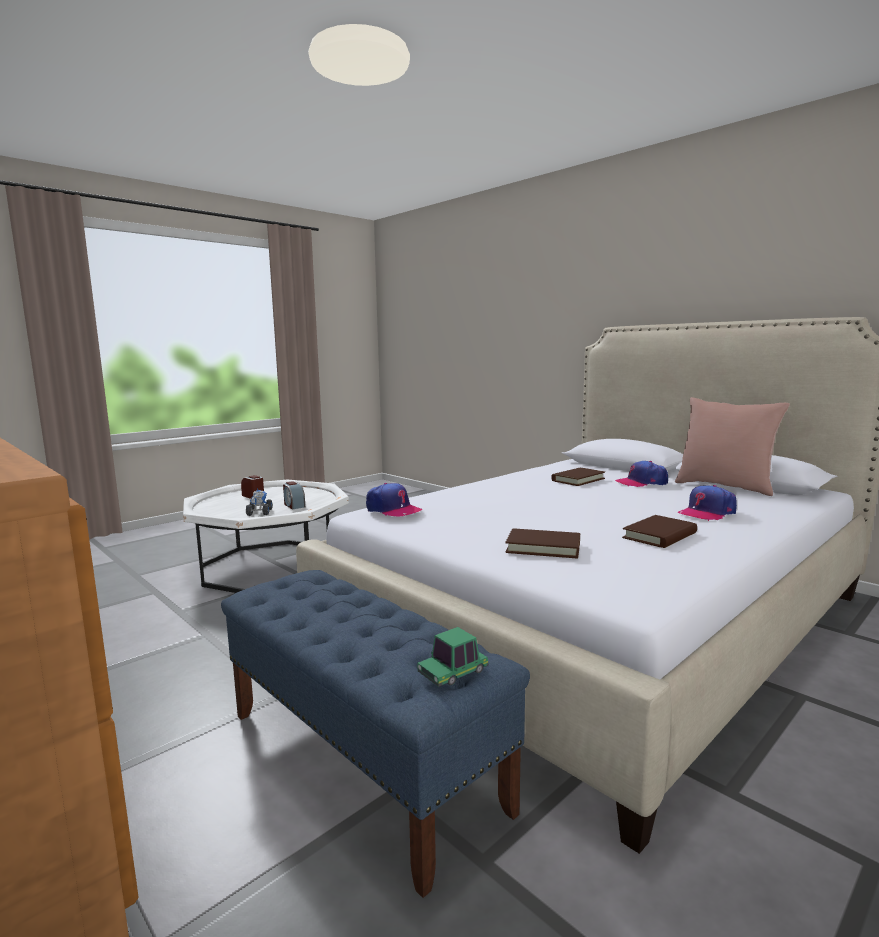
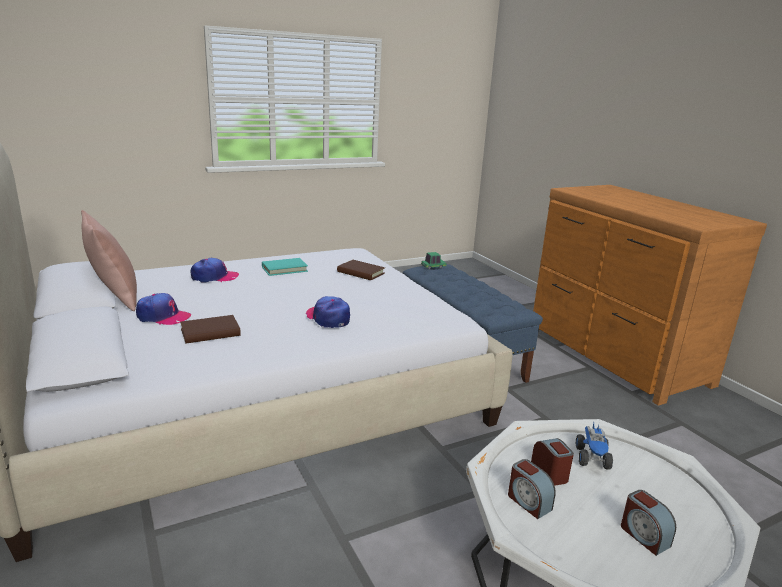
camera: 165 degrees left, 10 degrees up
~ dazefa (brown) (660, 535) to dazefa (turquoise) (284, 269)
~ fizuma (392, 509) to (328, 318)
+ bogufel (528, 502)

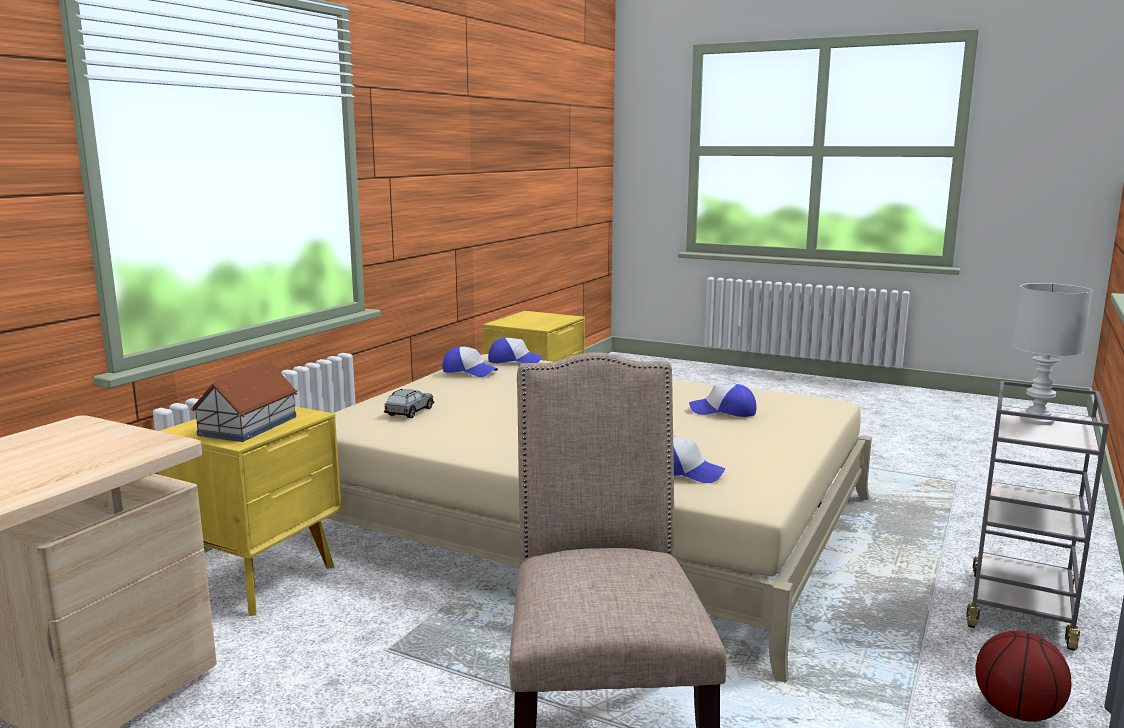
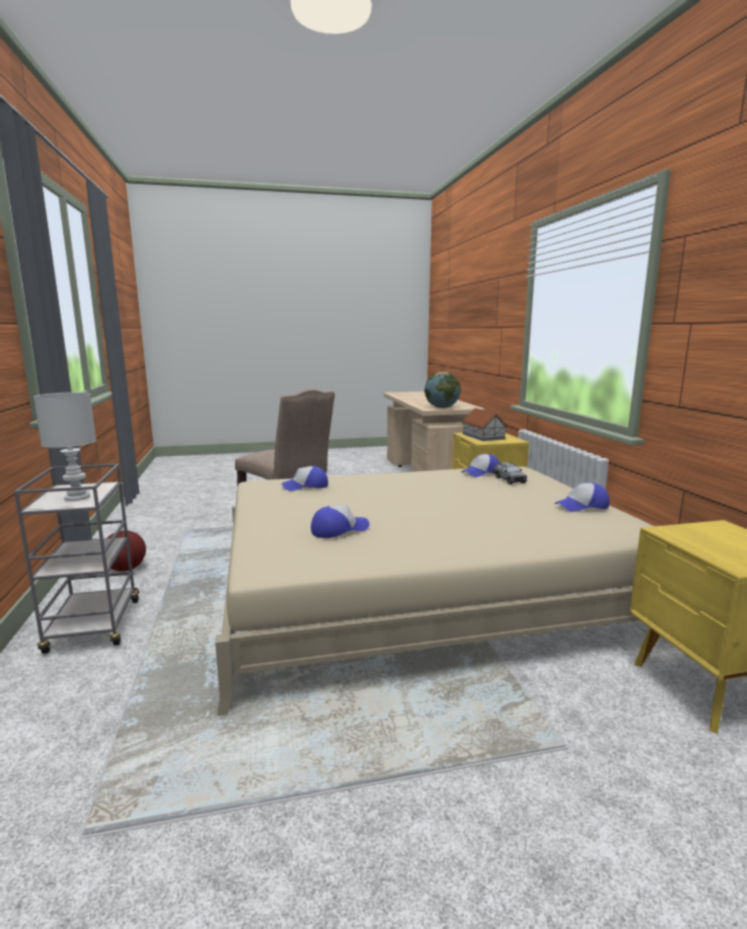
camera: 140 degrees right, 0 degrees up
+ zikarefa (442, 407)
~ fizuma (514, 361) to (481, 472)

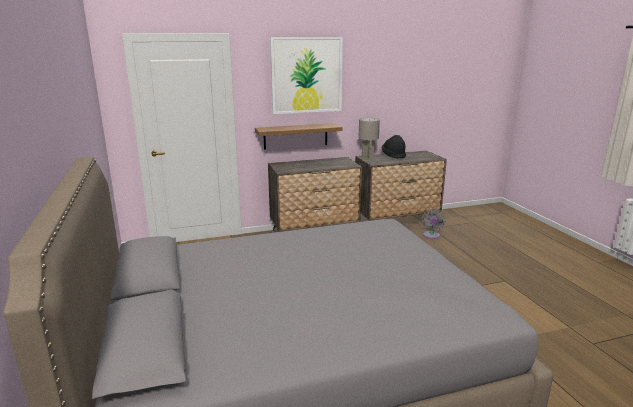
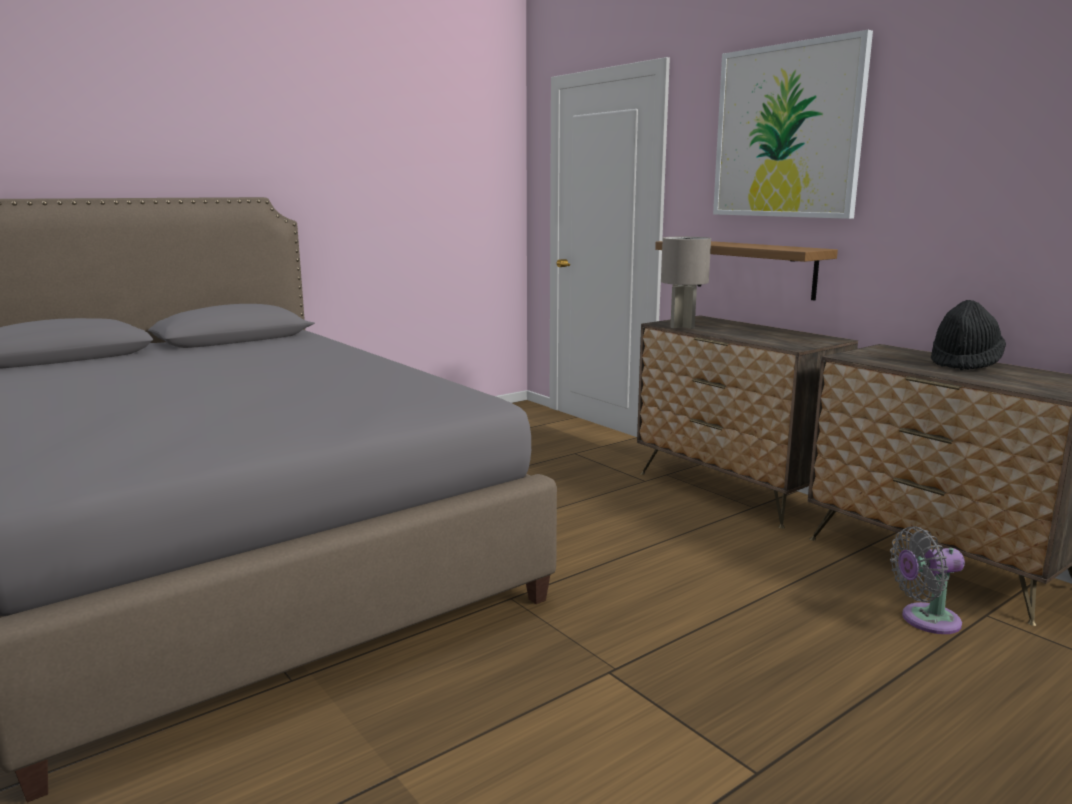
camera: 70 degrees right, 5 degrees down
~ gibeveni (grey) (368, 157) to (682, 326)

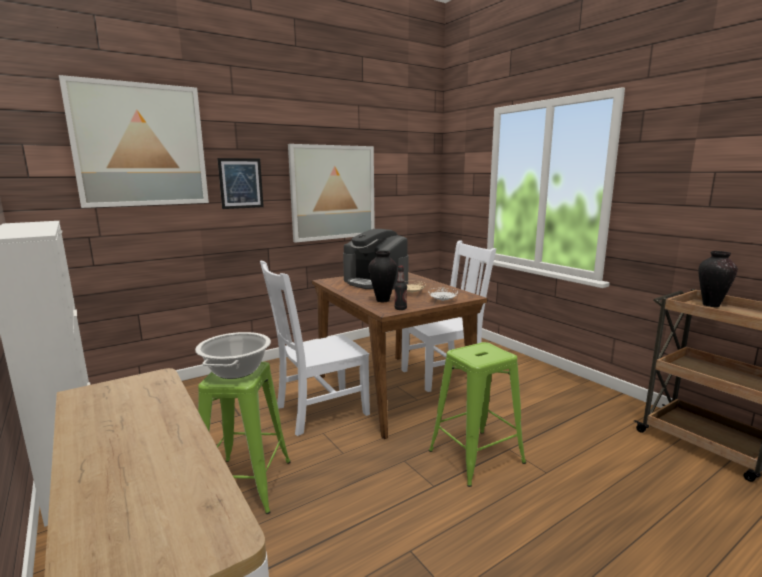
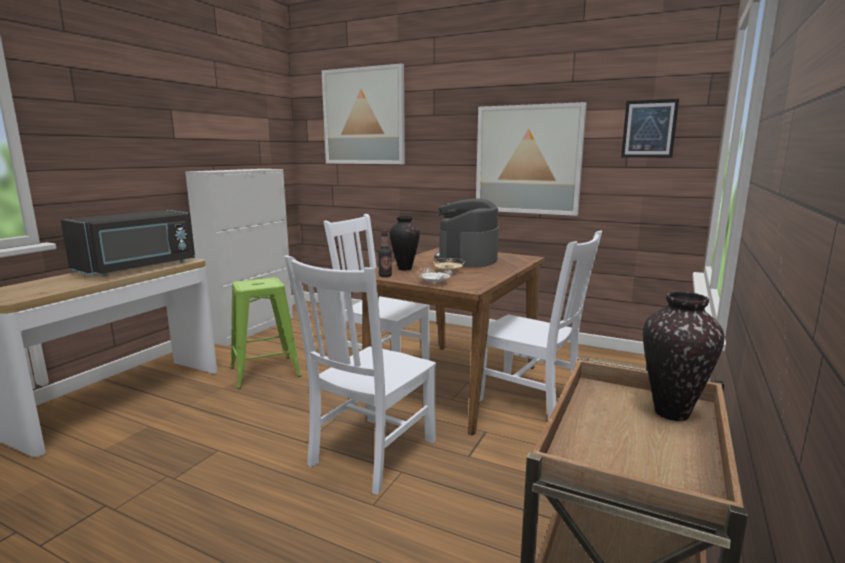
camera: 60 degrees right, 0 degrees up
+ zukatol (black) (139, 267)
~ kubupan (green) (477, 456) to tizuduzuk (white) (370, 454)
~ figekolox (241, 183) to (649, 129)
- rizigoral (236, 371)

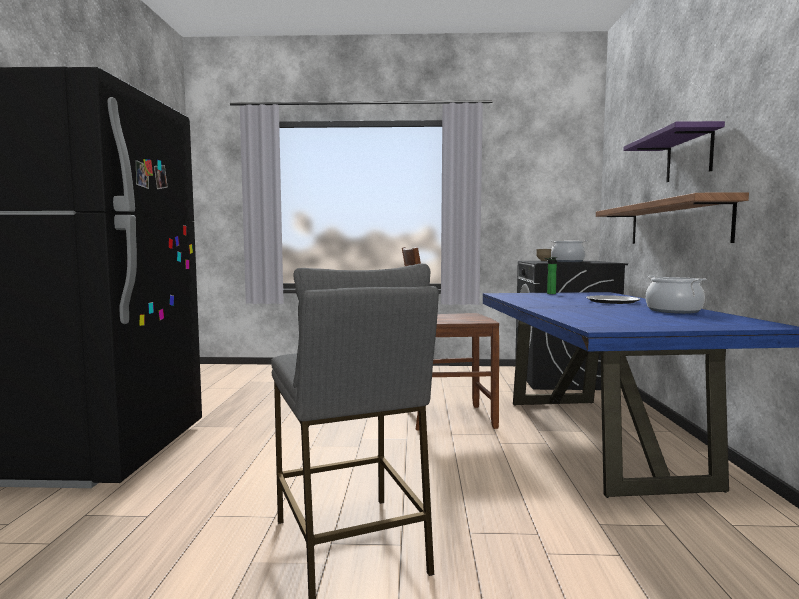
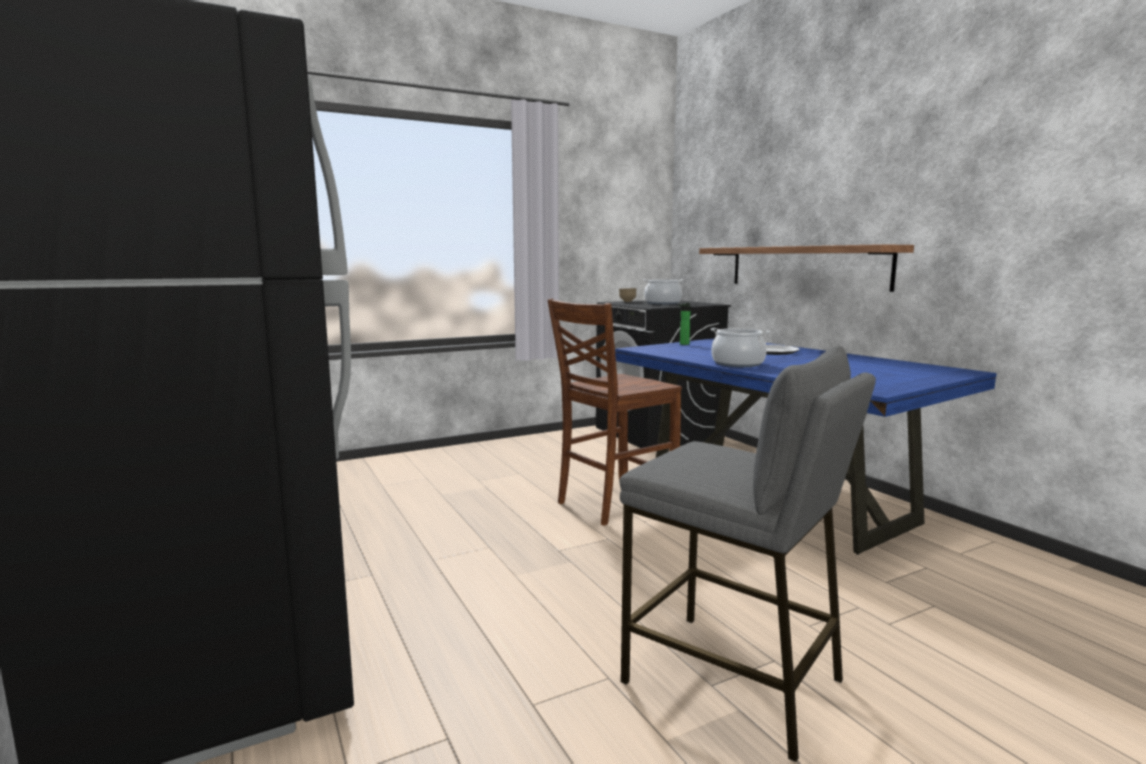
camera: 30 degrees left, 5 degrees up
~ rizigoral (673, 311) to (738, 364)
- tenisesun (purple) (689, 156)

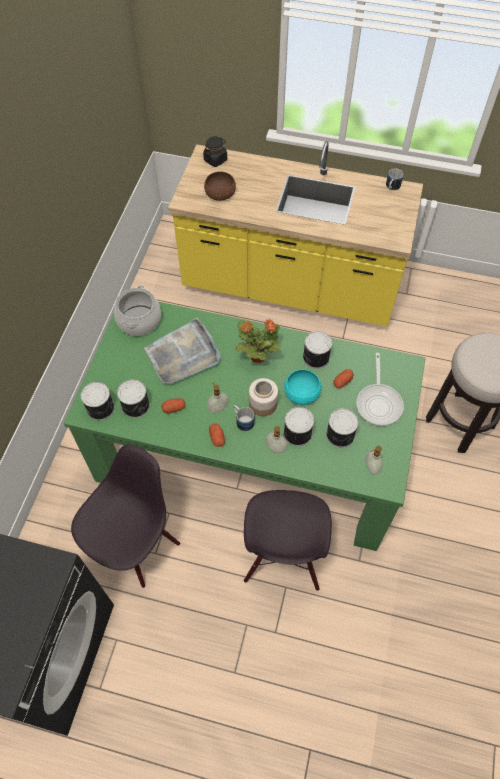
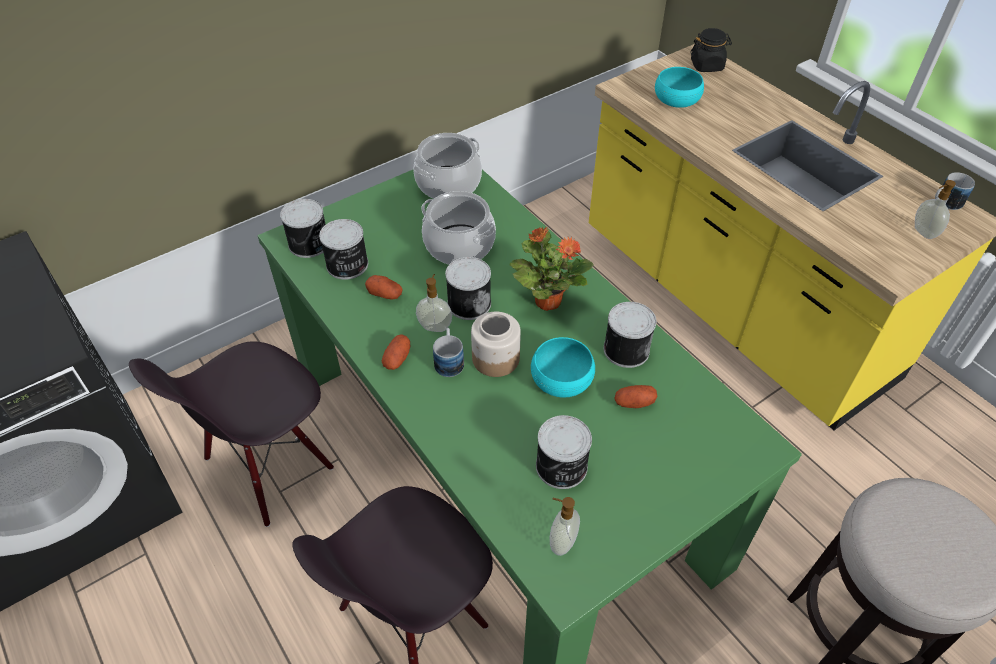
camera: 40 degrees right, 10 degrees down
~ tizuduzuk (black) (135, 545) = (269, 466) 150 degrees clockwise
~ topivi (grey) (183, 354) to rizigoral (459, 245)
~ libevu (296, 433) to (468, 303)
~ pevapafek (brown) (220, 193) to pevapafek (turquoise) (676, 99)
~ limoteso (275, 449) to (923, 232)
- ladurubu (379, 403)

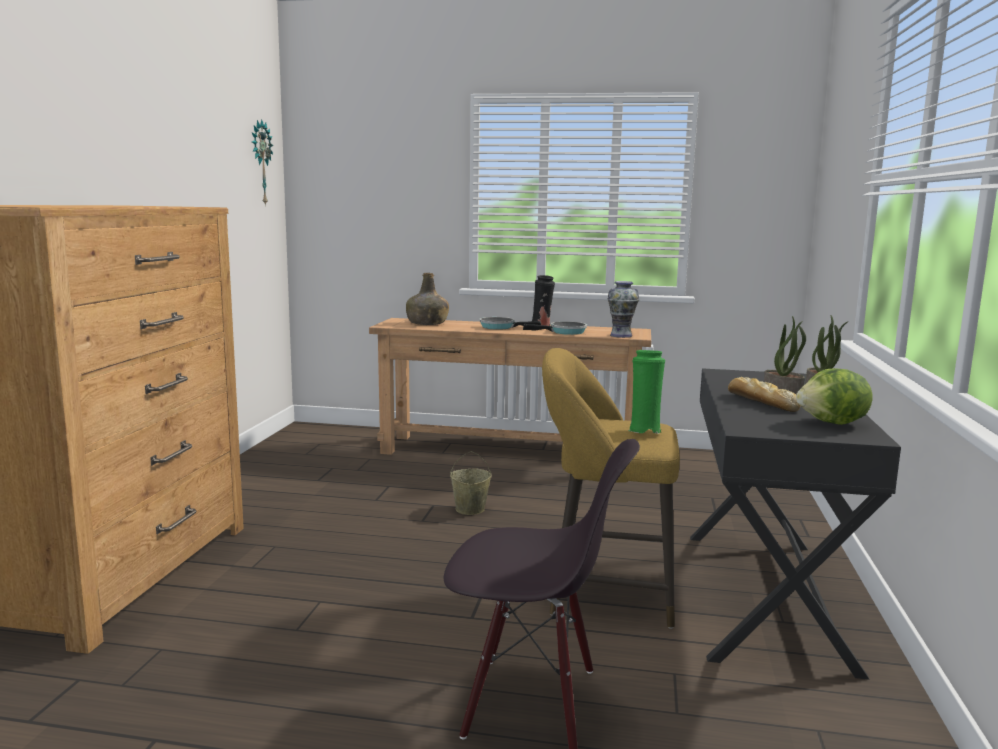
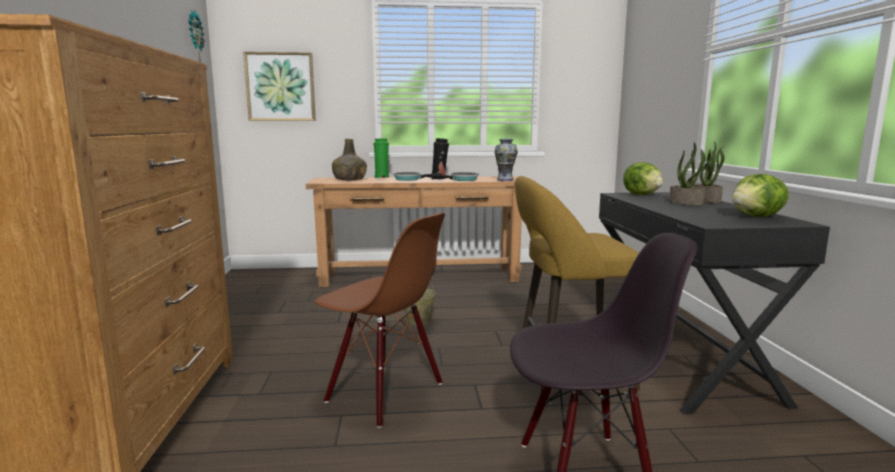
camera: 15 degrees left, 0 degrees up
+ figekolox (280, 87)
+ tizuduzuk (brown) (384, 393)
~ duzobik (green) (644, 430) to (381, 178)
+ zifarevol (642, 195)
- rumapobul (760, 402)

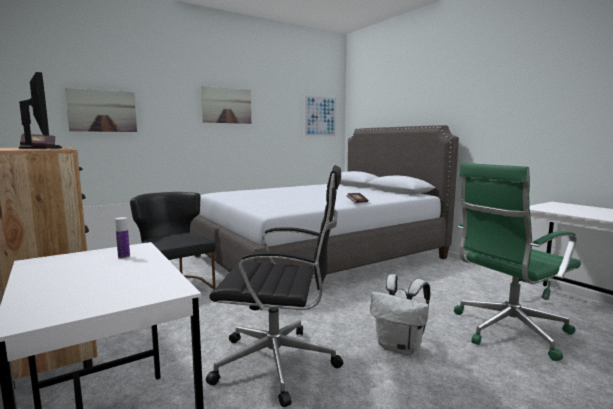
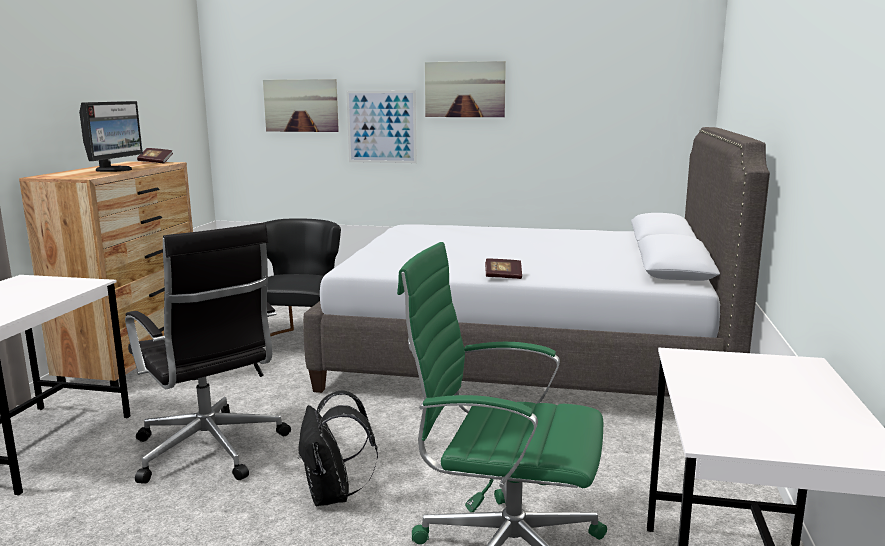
camera: 45 degrees right, 5 degrees up
~ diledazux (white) (400, 347) to diledazux (black) (333, 496)
~ figekolox (320, 116) to (381, 127)
- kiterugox (124, 257)

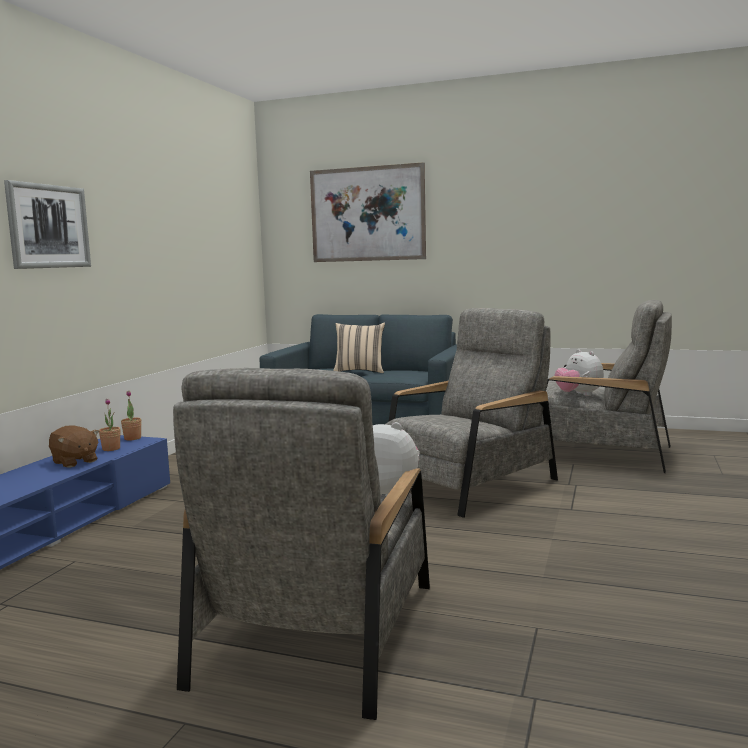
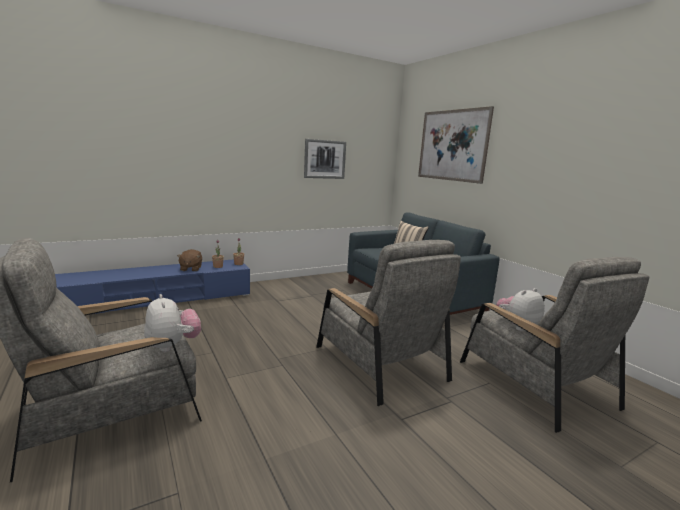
camera: 40 degrees right, 5 degrees up
~ figekolox (49, 226) to (324, 159)
~ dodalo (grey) (469, 485) = (379, 363) 60 degrees clockwise
~ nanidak (578, 395) = (517, 326) 45 degrees clockwise

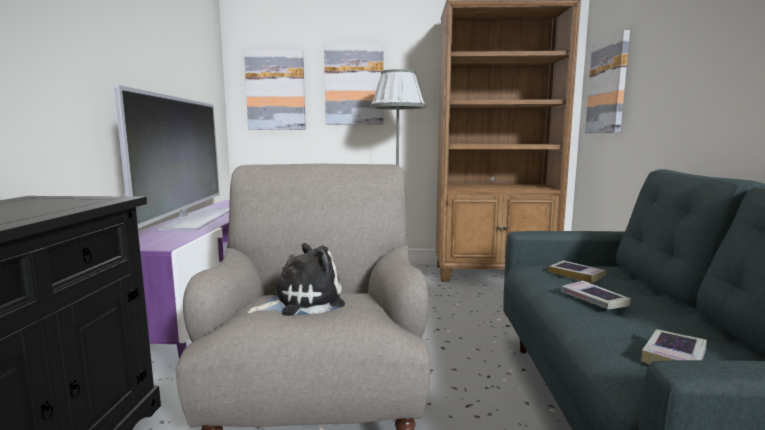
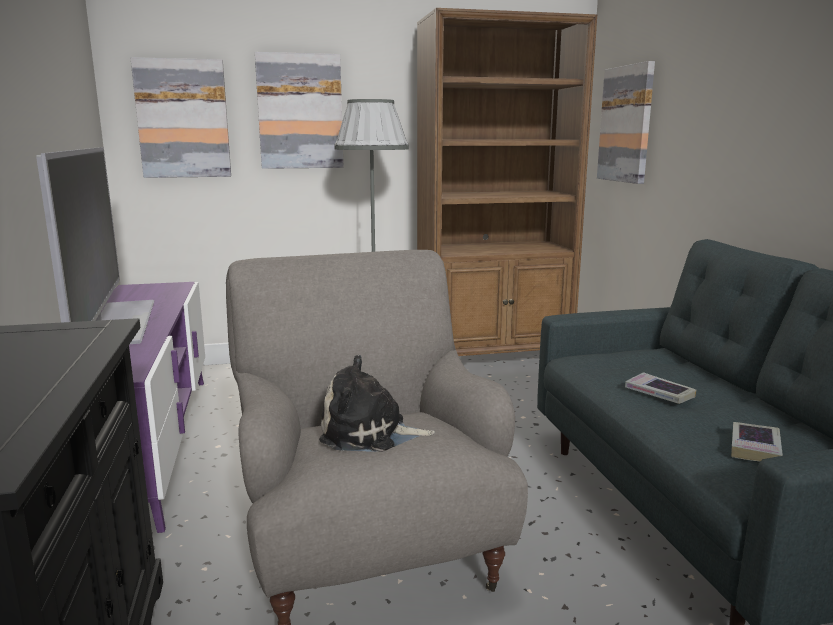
camera: 15 degrees left, 5 degrees up
~ nanidak (302, 301) = (369, 433) 135 degrees counterclockwise
- dazefa (576, 275)

